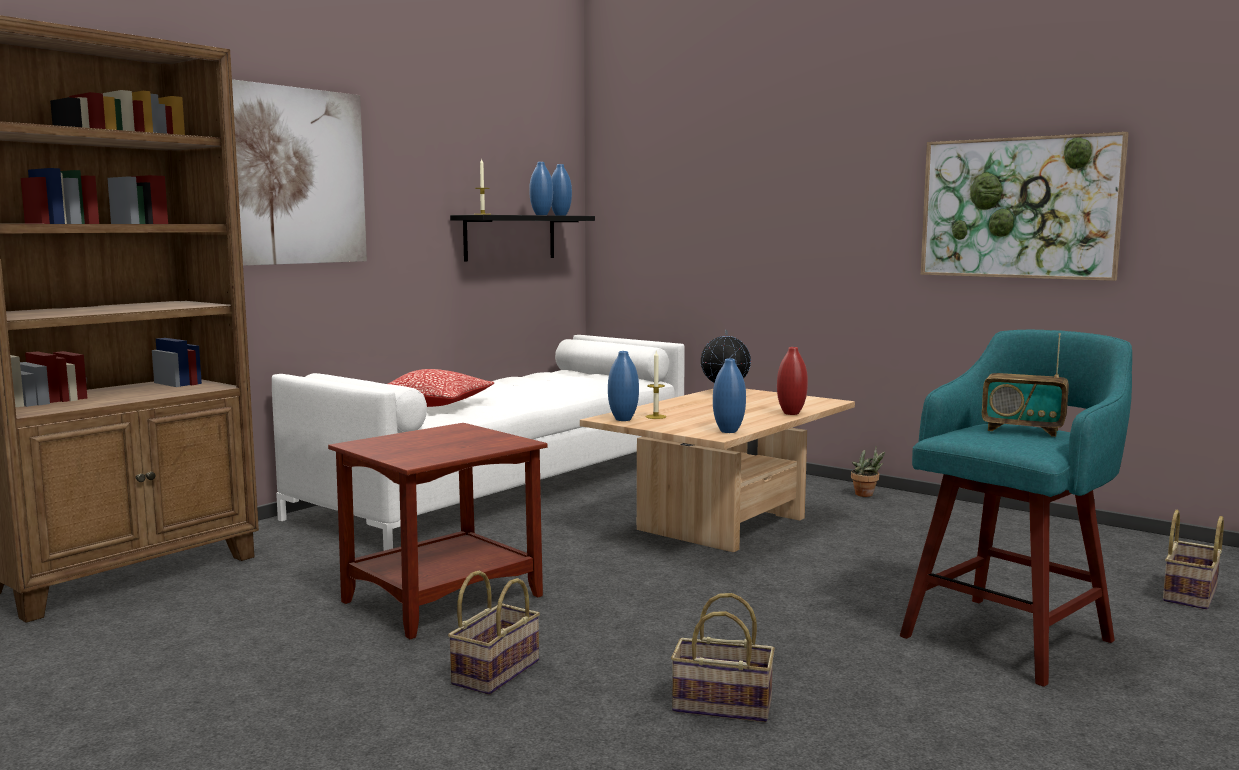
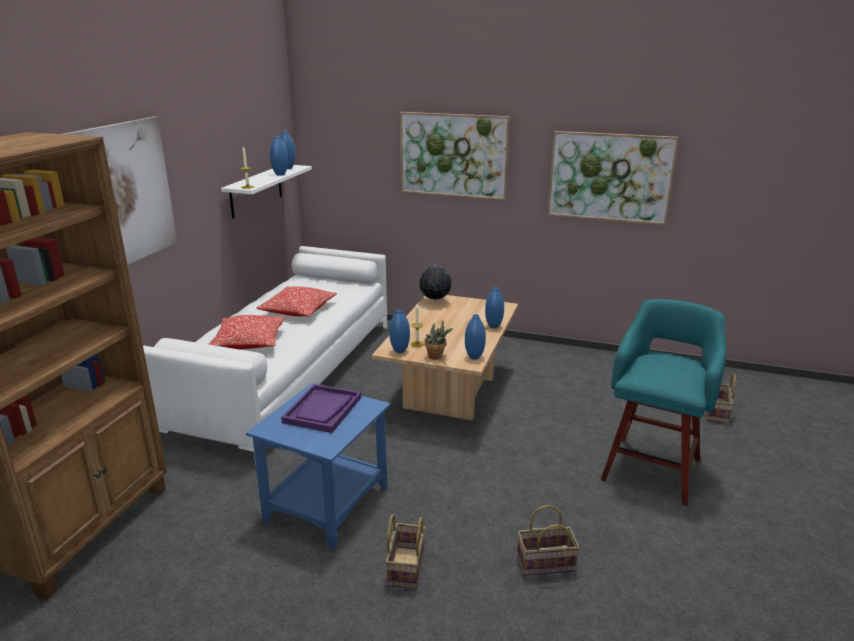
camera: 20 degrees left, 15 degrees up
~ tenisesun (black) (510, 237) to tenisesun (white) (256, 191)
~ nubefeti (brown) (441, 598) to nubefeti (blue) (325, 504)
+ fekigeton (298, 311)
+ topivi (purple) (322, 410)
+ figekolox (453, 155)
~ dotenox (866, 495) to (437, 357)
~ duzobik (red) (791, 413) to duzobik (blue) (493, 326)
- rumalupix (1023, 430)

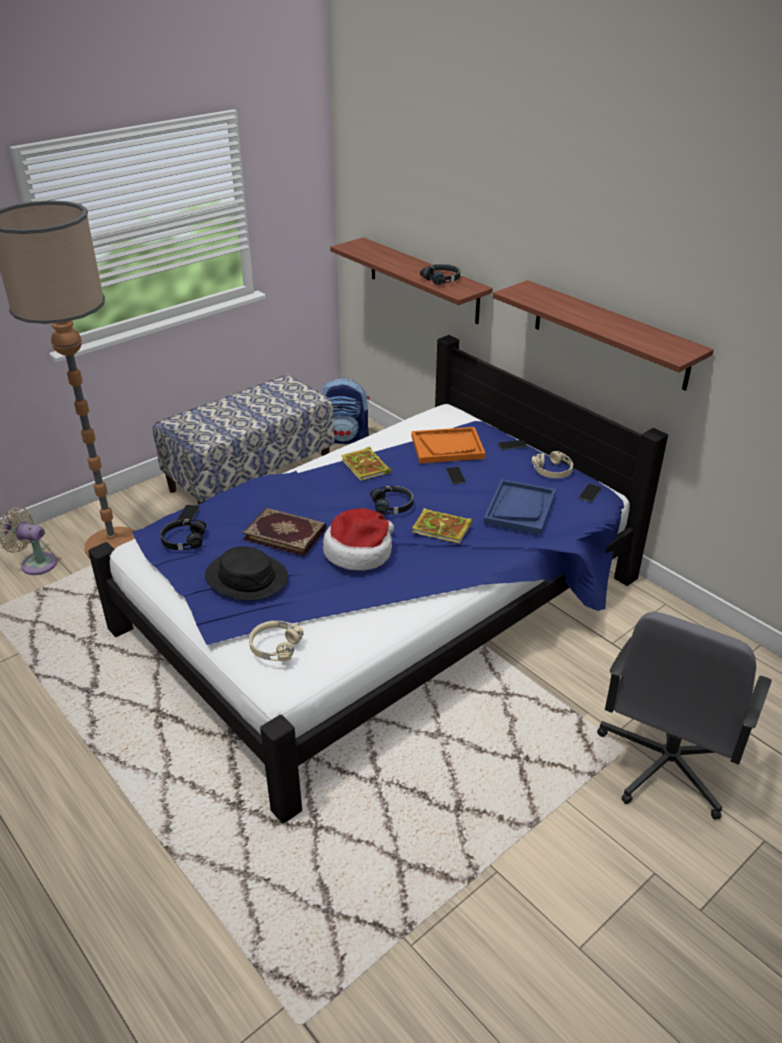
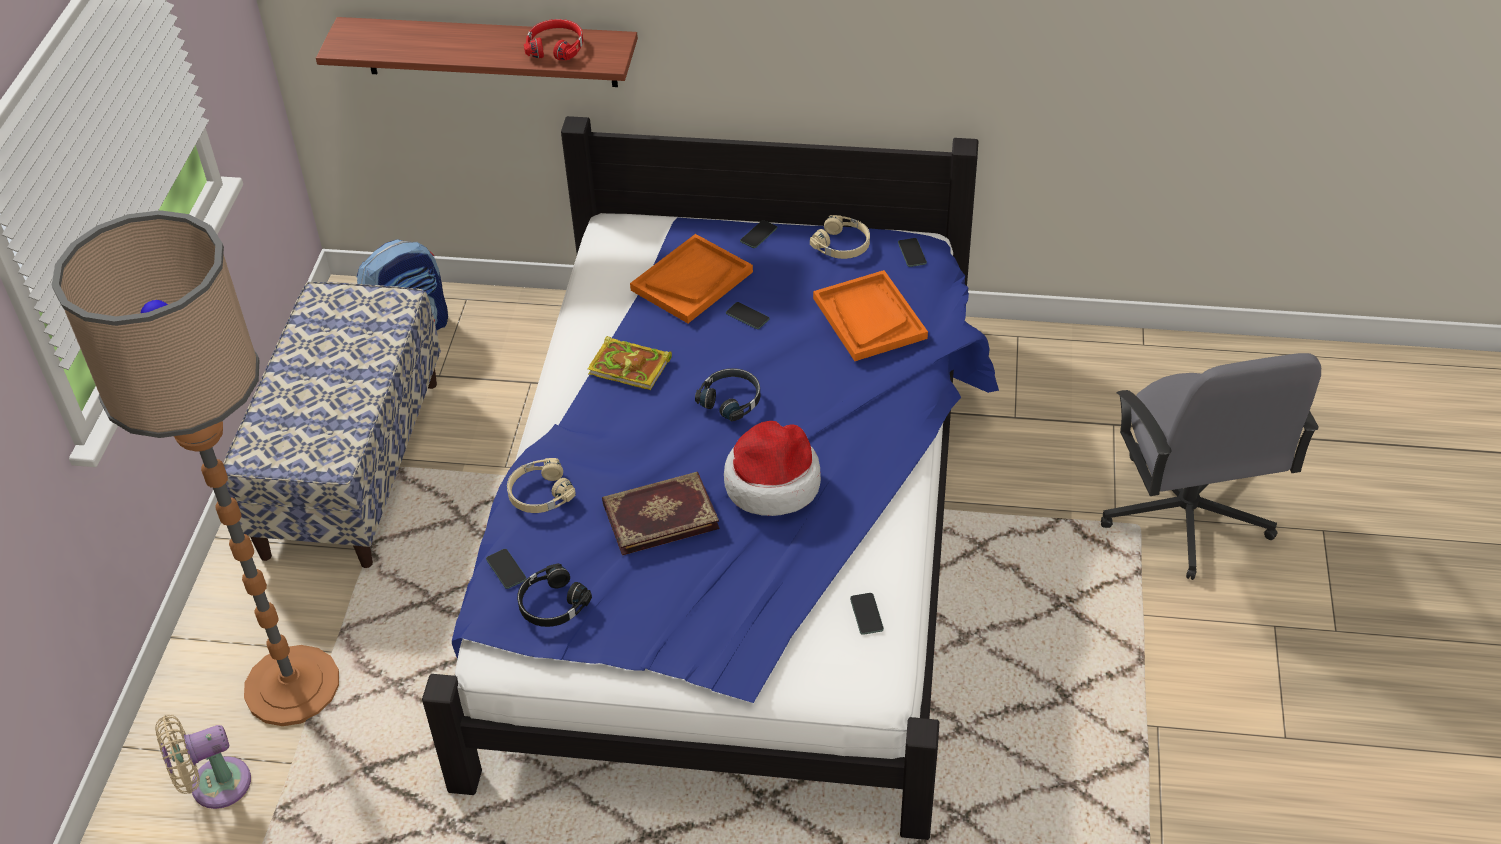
camera: 40 degrees left, 10 degrees up
~ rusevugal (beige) (274, 646) to (539, 494)
~ rusevugal (black) (442, 279) to rusevugal (red) (556, 47)
~ topivi (blue) (520, 508) to topivi (orange) (869, 318)
+ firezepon (866, 614)
- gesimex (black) (247, 577)
- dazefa (443, 528)
- tenisesun (609, 334)

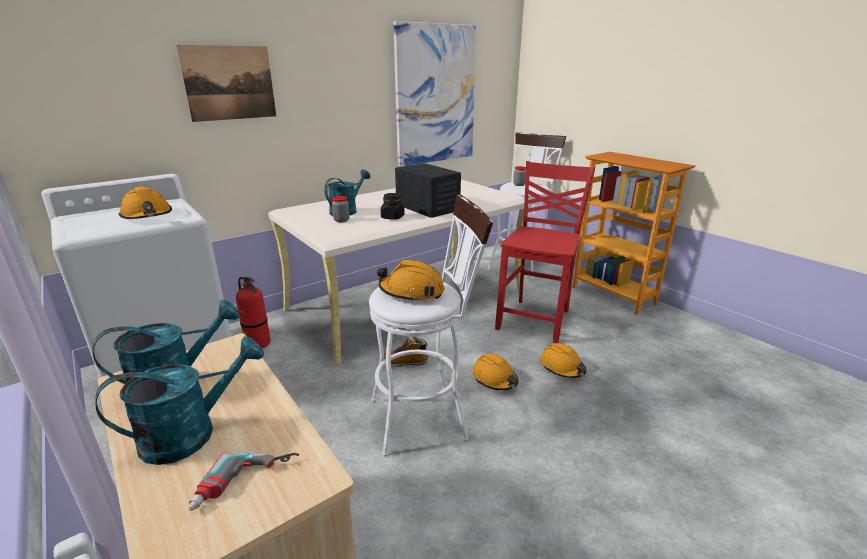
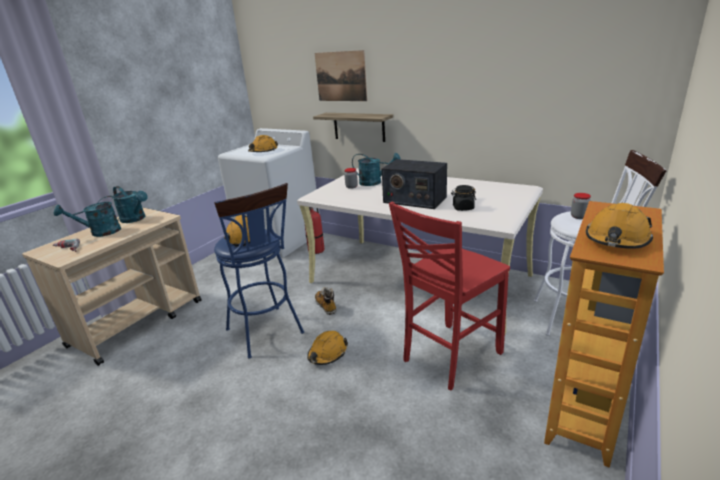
camera: 70 degrees right, 0 degrees up
~ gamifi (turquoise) (192, 433) = (100, 232) 120 degrees clockwise
~ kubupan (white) (426, 417) to kubupan (blue) (267, 334)
+ tenisesun (359, 127)
~ rumalupix (427, 207) = (414, 200) 90 degrees clockwise
~ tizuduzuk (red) (536, 319) = (449, 356) 135 degrees clockwise
~ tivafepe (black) (392, 217) to (463, 208)
~ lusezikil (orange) (562, 367) to (617, 239)
- figekolox (435, 95)

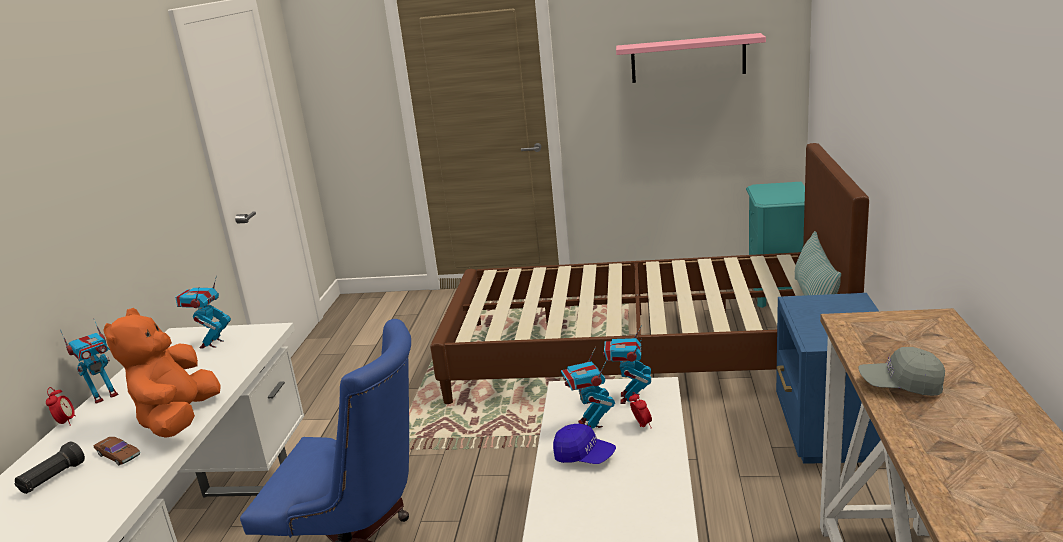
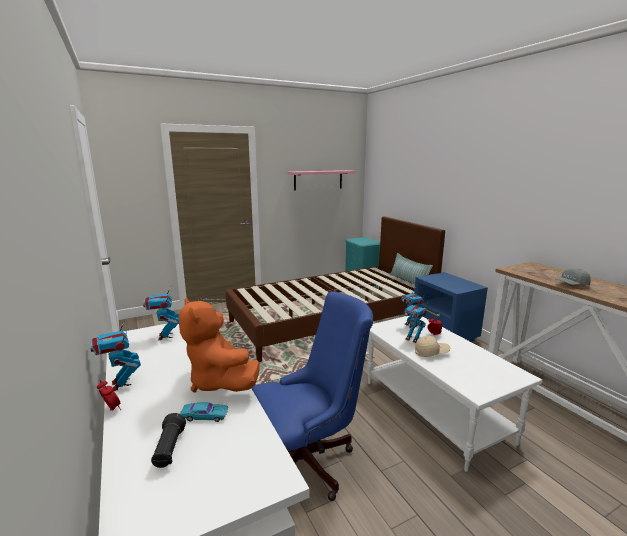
camera: 35 degrees left, 5 degrees down
~ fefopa (104, 396) = (121, 384) 135 degrees clockwise
~ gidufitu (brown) (118, 454) to gidufitu (turquoise) (204, 415)
~ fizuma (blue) (584, 456) to fizuma (beige) (431, 352)

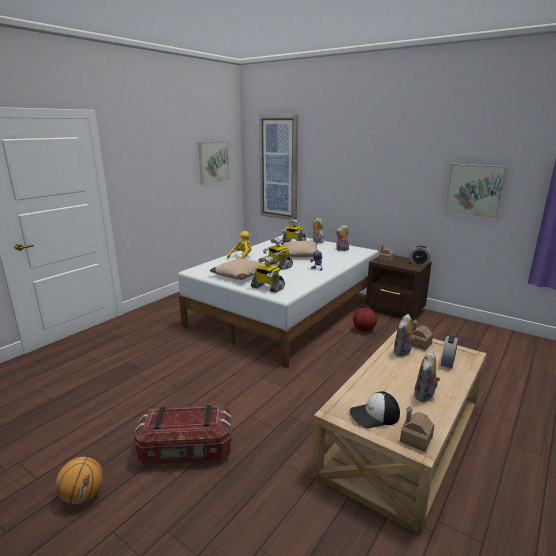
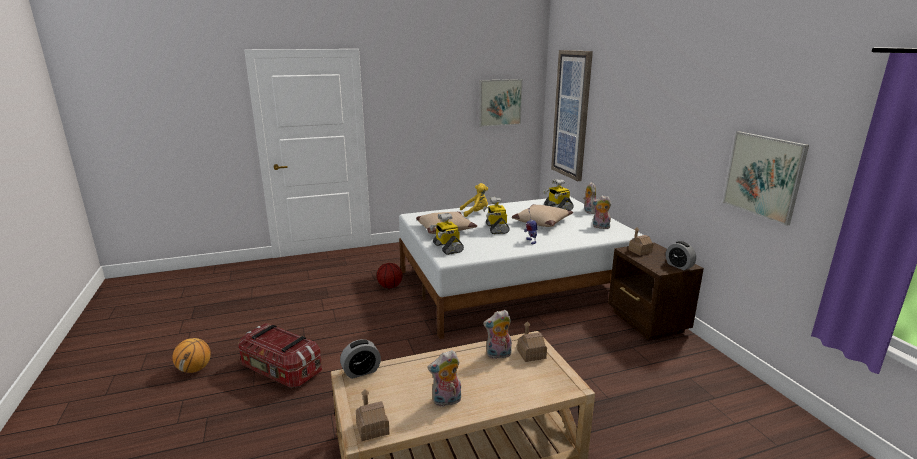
camera: 35 degrees right, 0 degrees up
~ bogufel (447, 362) to (361, 371)
~ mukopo (364, 329) to (390, 287)
- fizuma (374, 415)

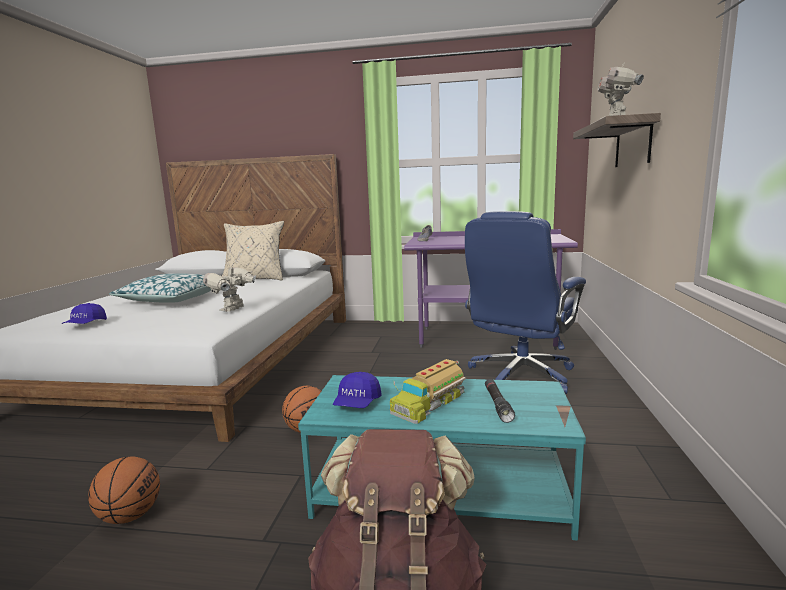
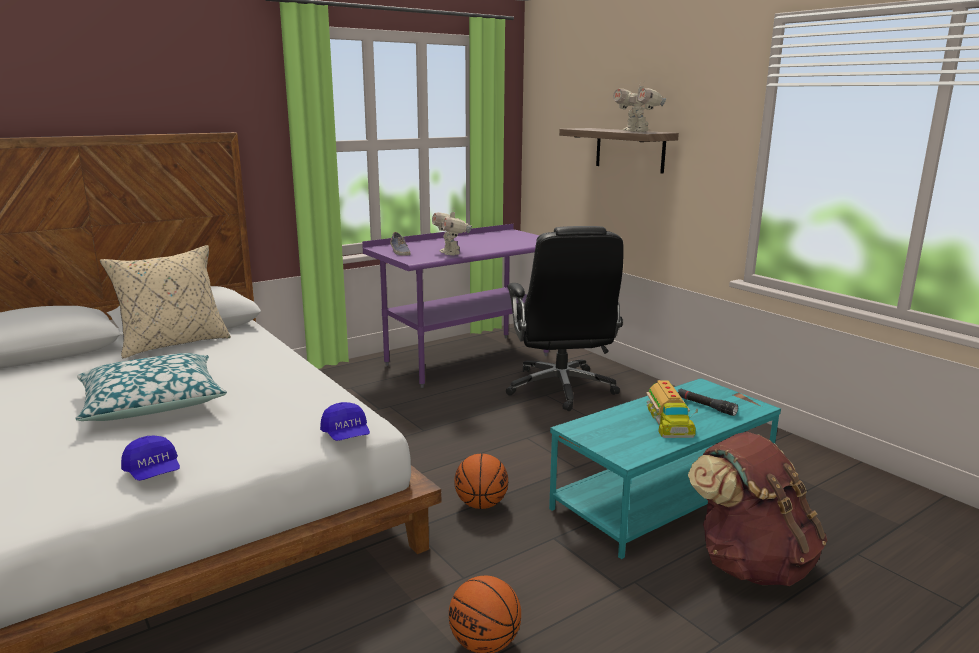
camera: 45 degrees left, 5 degrees up
~ fizuma (blue) (357, 404) to (346, 435)
~ fefopa (233, 309) to (451, 253)
~ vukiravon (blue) (520, 375) to vukiravon (black) (561, 389)

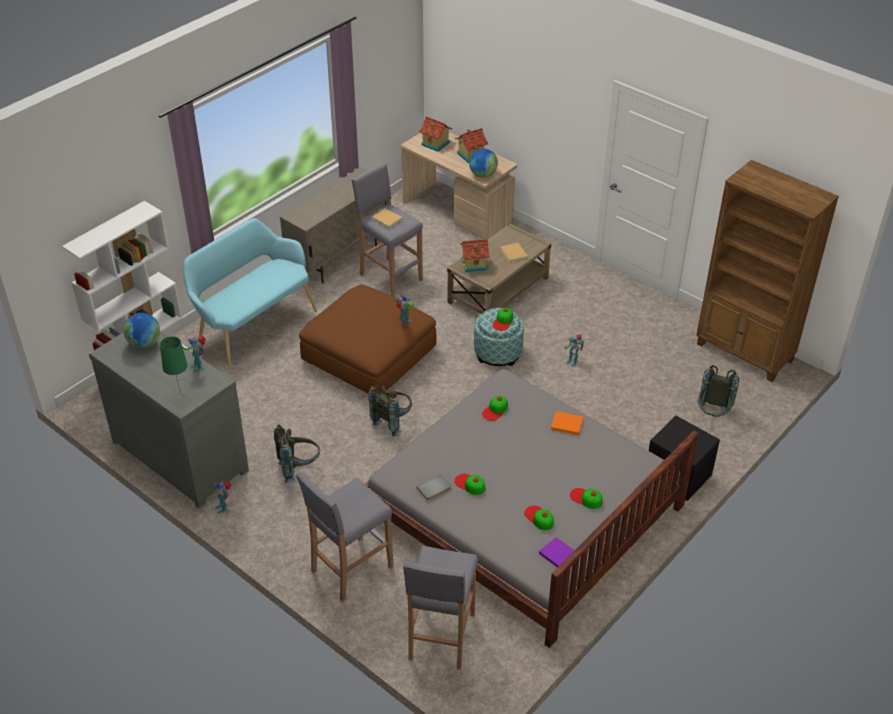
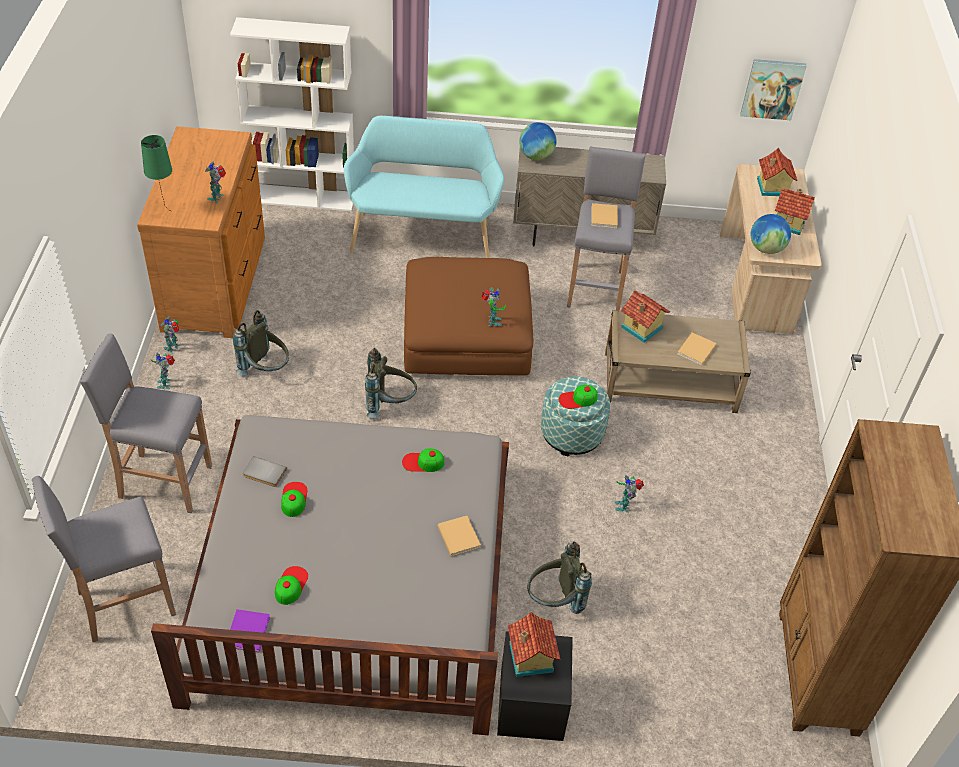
camera: 50 degrees right, 5 degrees up
~ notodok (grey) (182, 454) to notodok (brown) (216, 283)
+ fefopa (166, 383)
~ dazefa (orange) (566, 424) to dazefa (beige) (458, 536)
+ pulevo (529, 658)
~ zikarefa (145, 343) to (536, 156)
~ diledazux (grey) (712, 415) to (554, 601)
+ figekolox (772, 89)
- fizuma (586, 498)

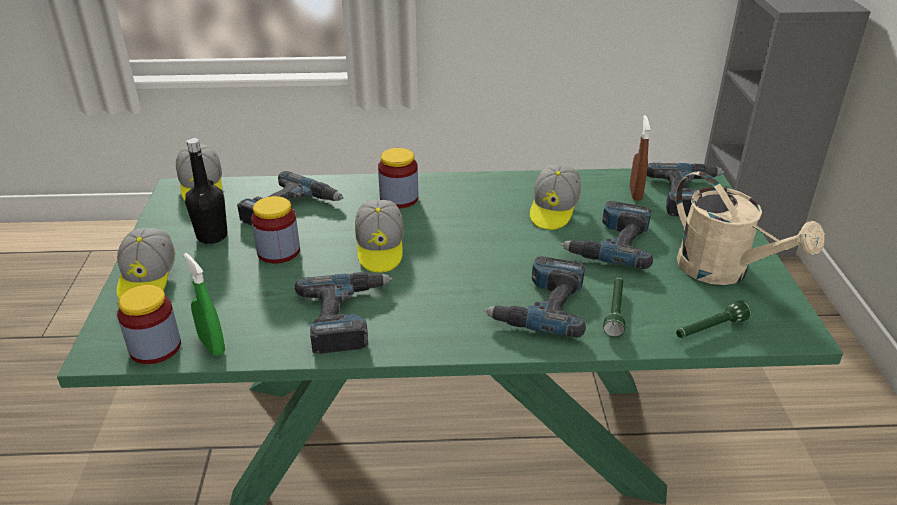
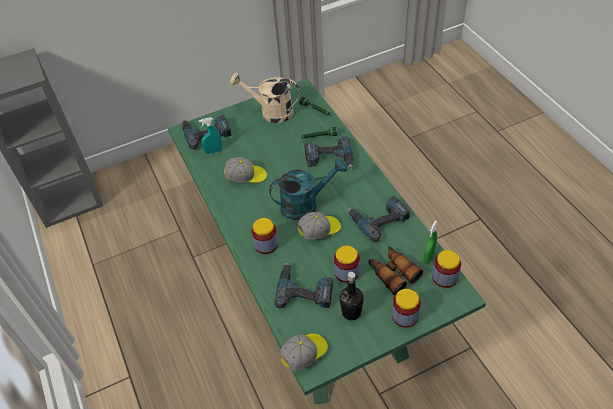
camera: 110 degrees left, 15 degrees up
~ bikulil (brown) (635, 193) to bikulil (turquoise) (213, 151)
~ gamifi (beige) (724, 271) = (271, 112) 105 degrees counterclockwise
+ gamifi (turquoise) (305, 204)
+ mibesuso (392, 273)
~ fizuma (148, 280) to tivafepe (405, 316)
- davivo (610, 243)

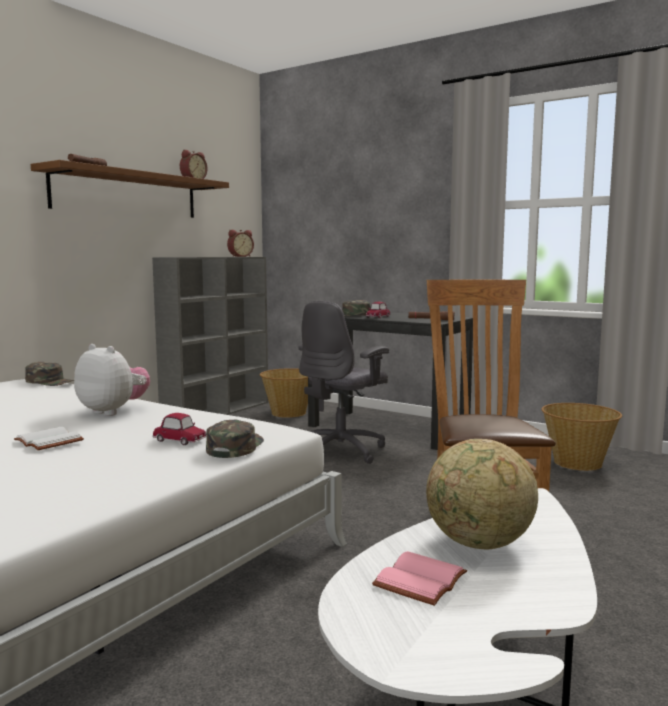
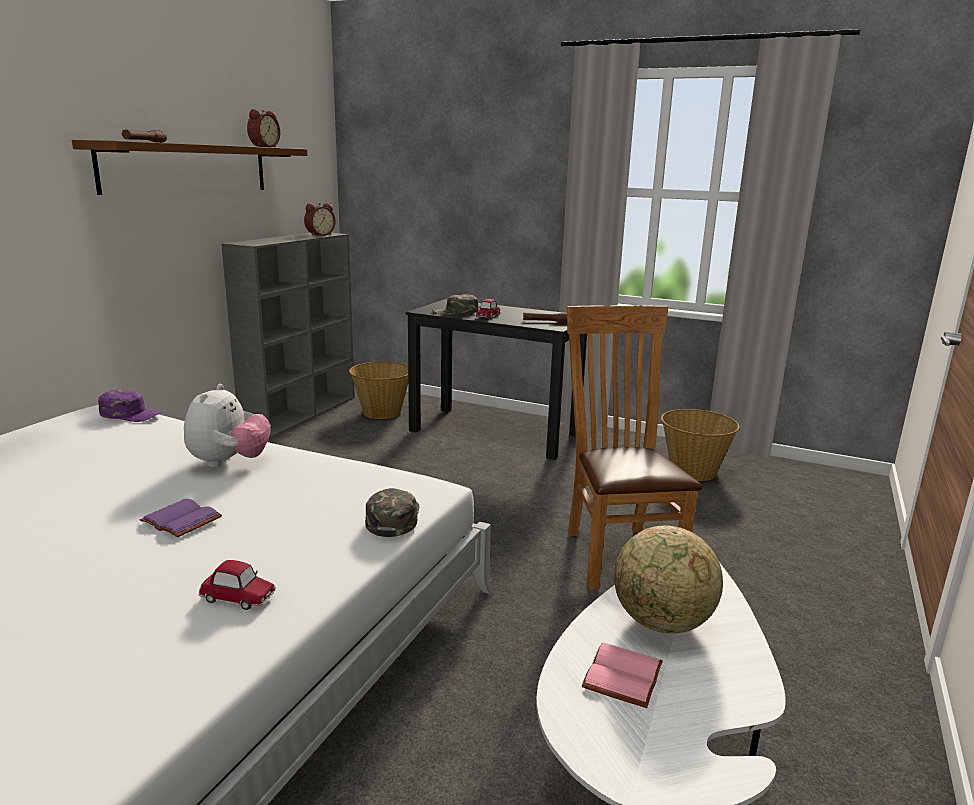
camera: 10 degrees left, 10 degrees up
~ fizuma (green) (51, 382) to fizuma (purple) (131, 414)
~ dazefa (white) (51, 441) to dazefa (purple) (183, 520)
~ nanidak (113, 411) = (229, 462) 75 degrees clockwise
~ gidufitu (180, 440) to (238, 597)
- vukiravon (grey) (341, 451)

